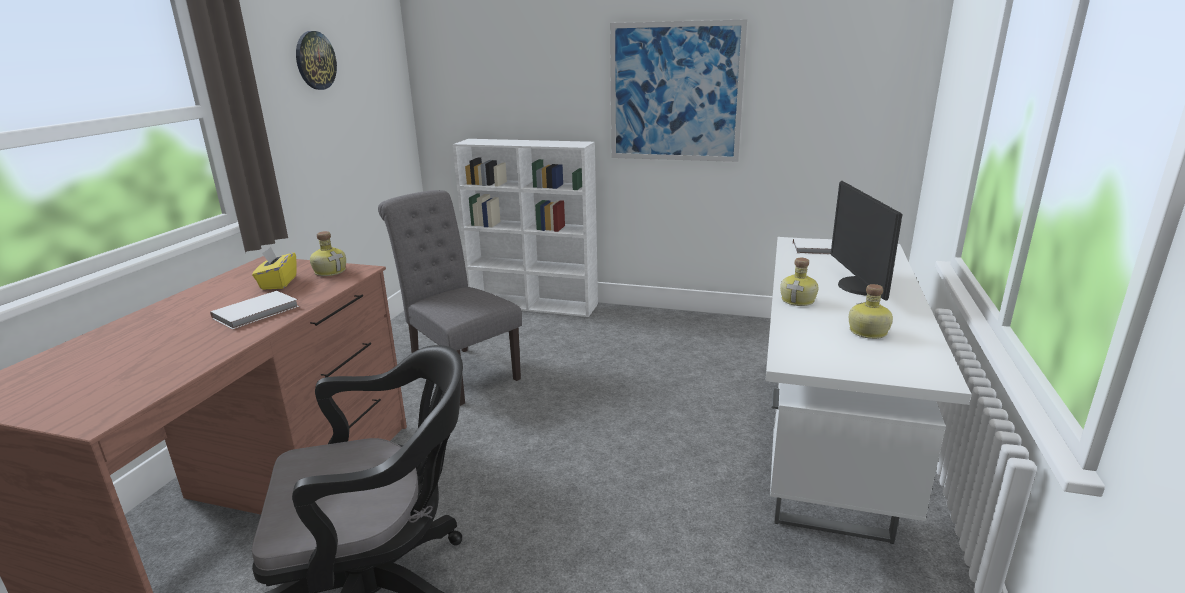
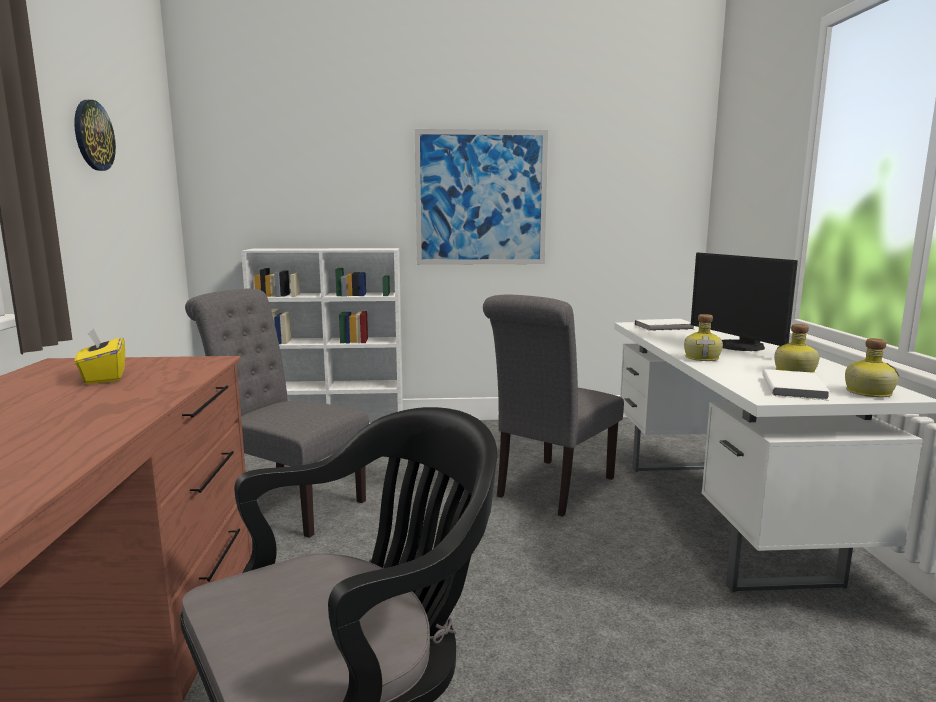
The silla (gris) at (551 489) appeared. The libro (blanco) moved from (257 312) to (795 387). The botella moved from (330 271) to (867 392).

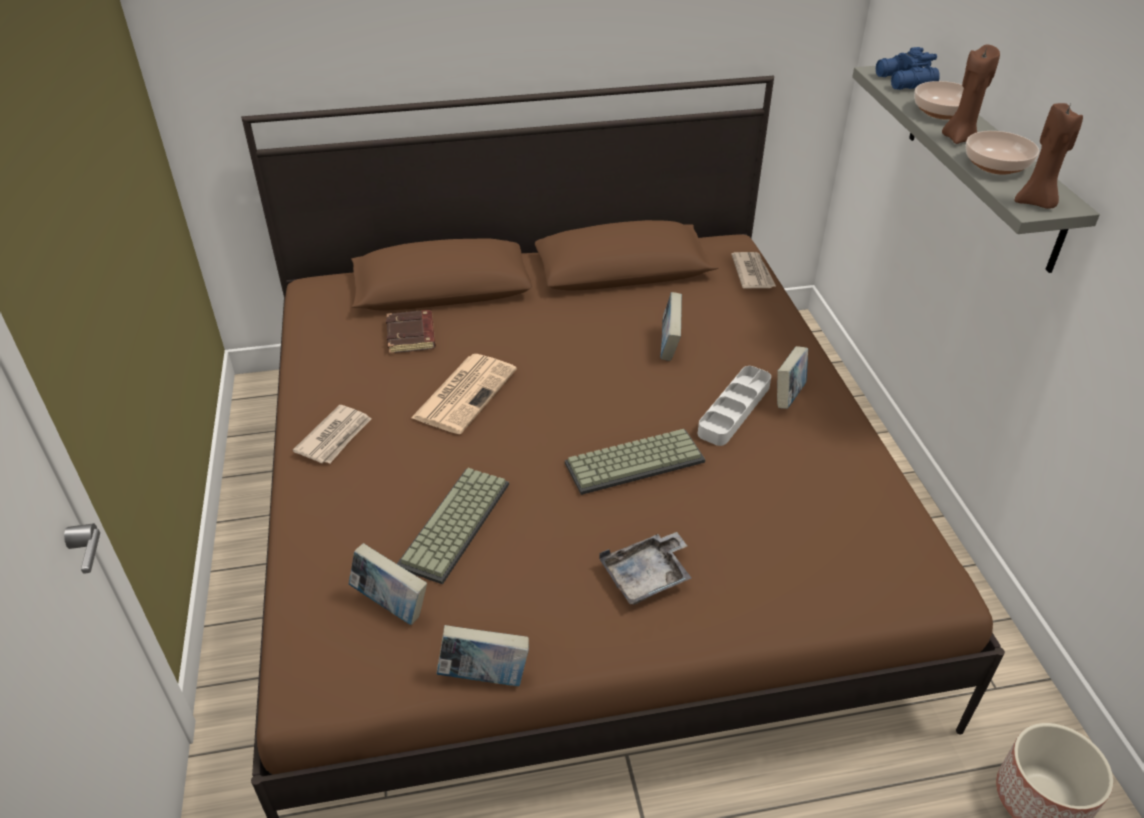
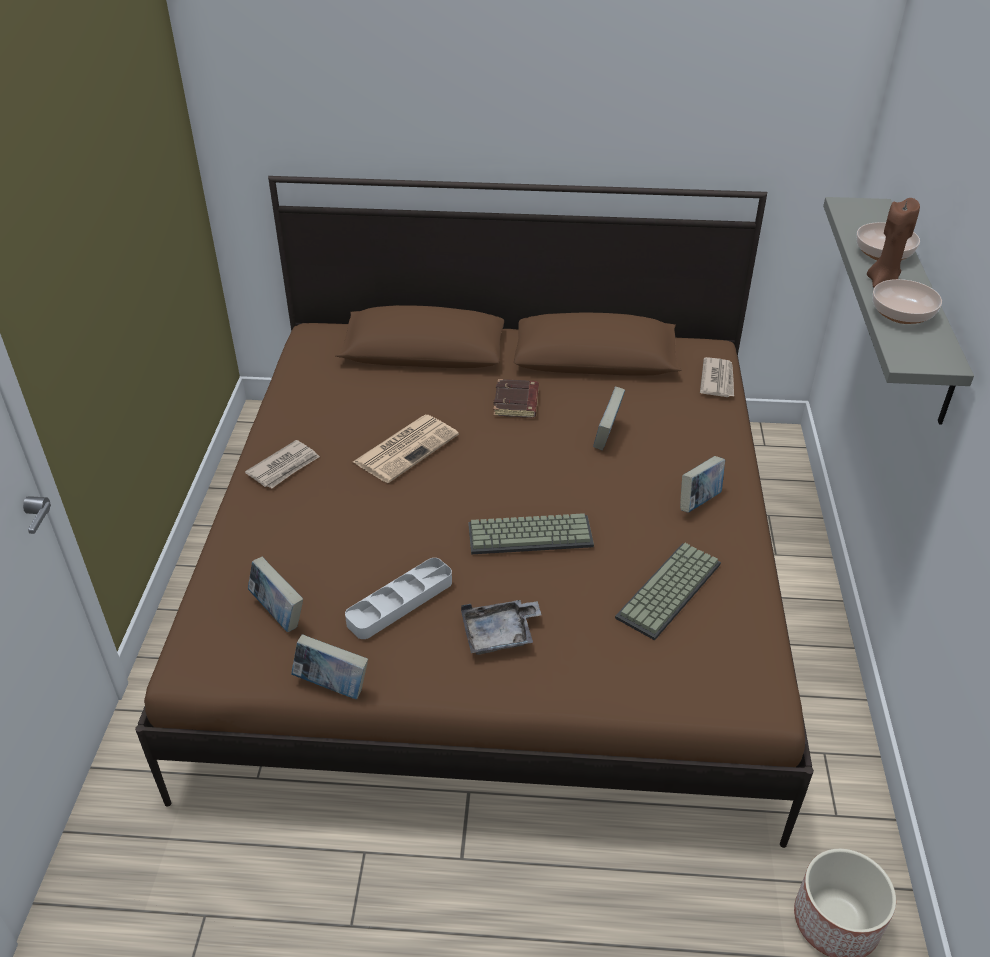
The prismáticos (azul) at (904 82) disappeared. The vela (marrón) at (1036 203) disappeared. The libro (marrón) moved from (412 336) to (517 403). The teclado moved from (456 526) to (670 592). The bandeja (gris) moved from (734 410) to (400 602).

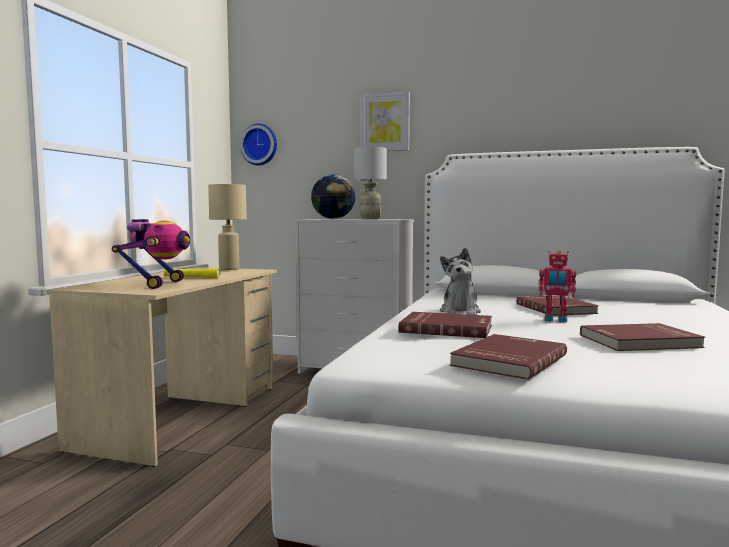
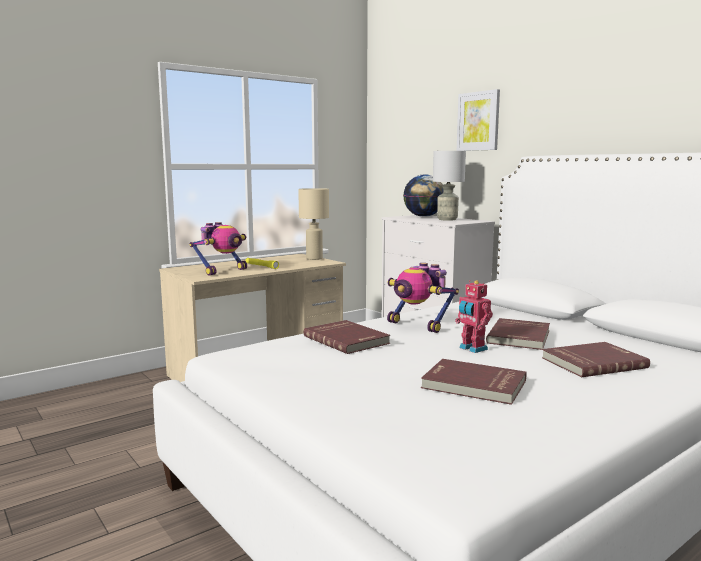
The reloj de pared at (260 145) disappeared. The libro (rojo) moved from (507 360) to (592 362). The peluche at (460 312) was replaced by the robot de juguete at (418 325).

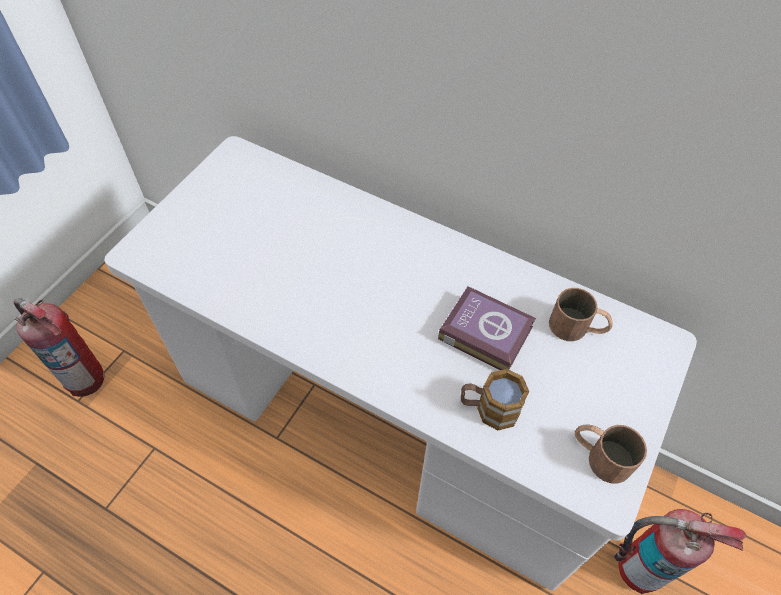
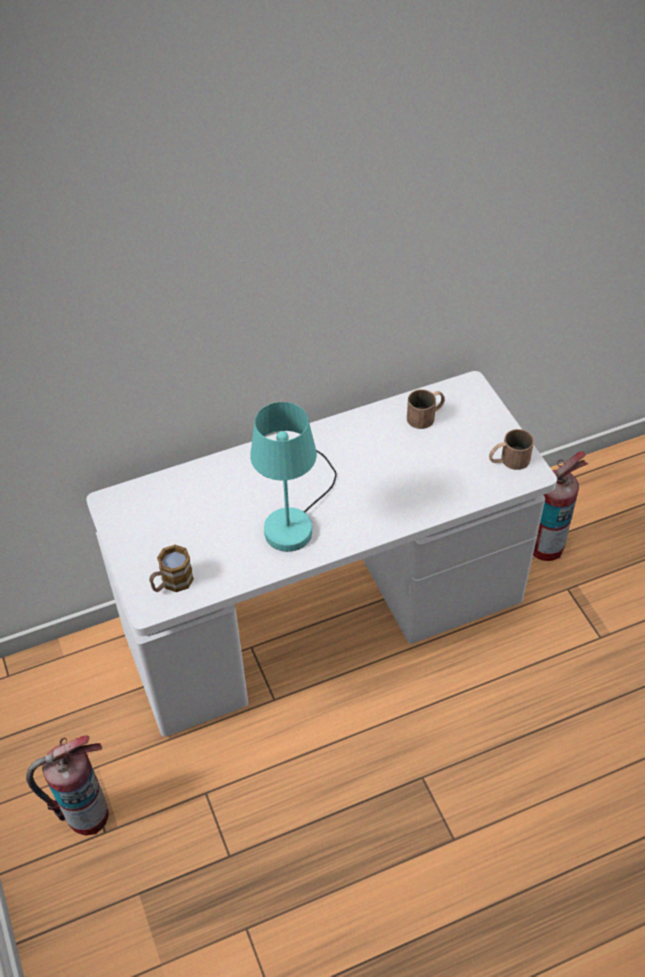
The libro at (484 331) disappeared. The lámpara de mesa (turquesa) at (295 520) appeared. The taza grande moved from (488 409) to (172 583).

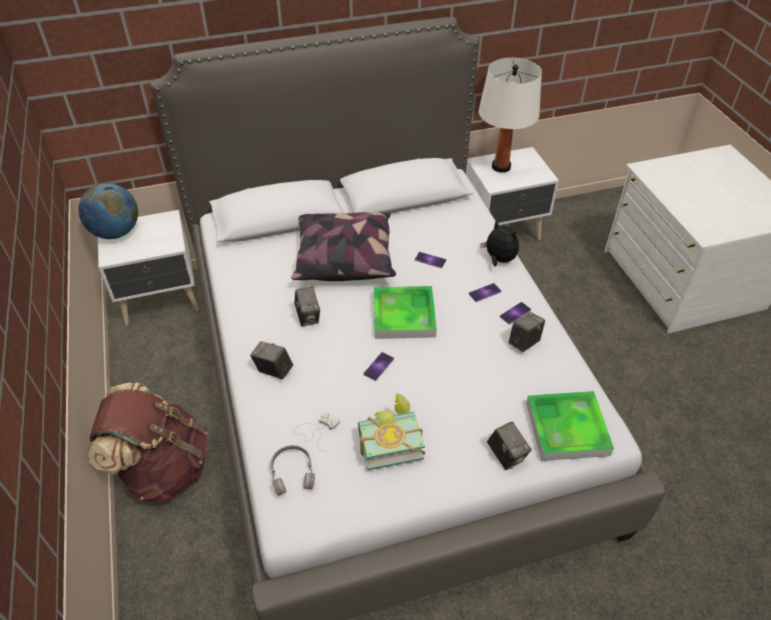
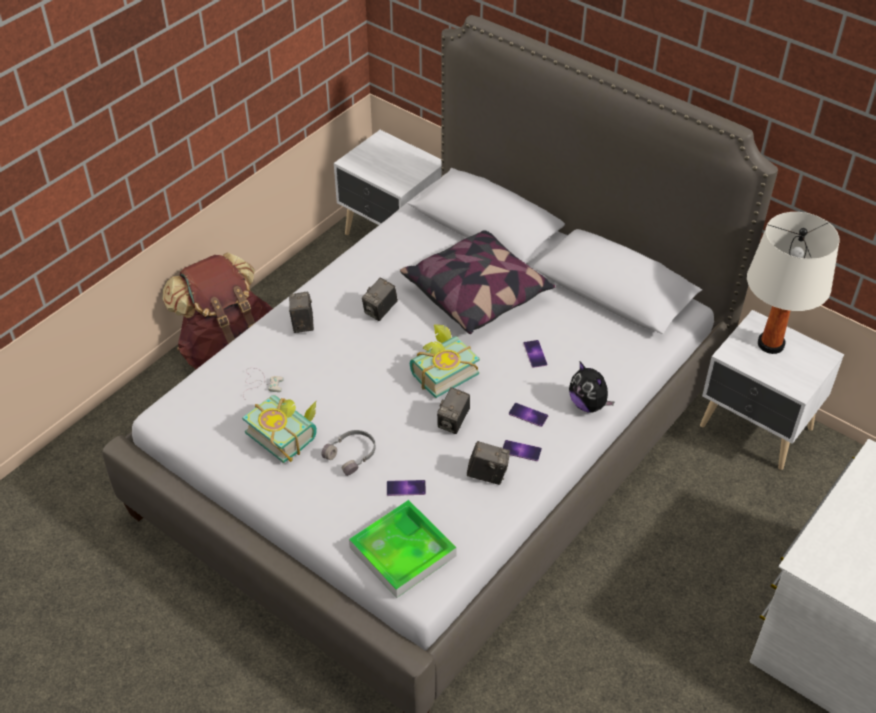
The globo terráqueo at (116 232) disappeared. The auriculares (gris) moved from (293 472) to (352 455). The móvil moved from (378 366) to (406 488). The cámara moved from (506 455) to (453 422). The bandeja at (404 315) was replaced by the libro at (440 371). The peluche at (499 260) turned 135 degrees clockwise.

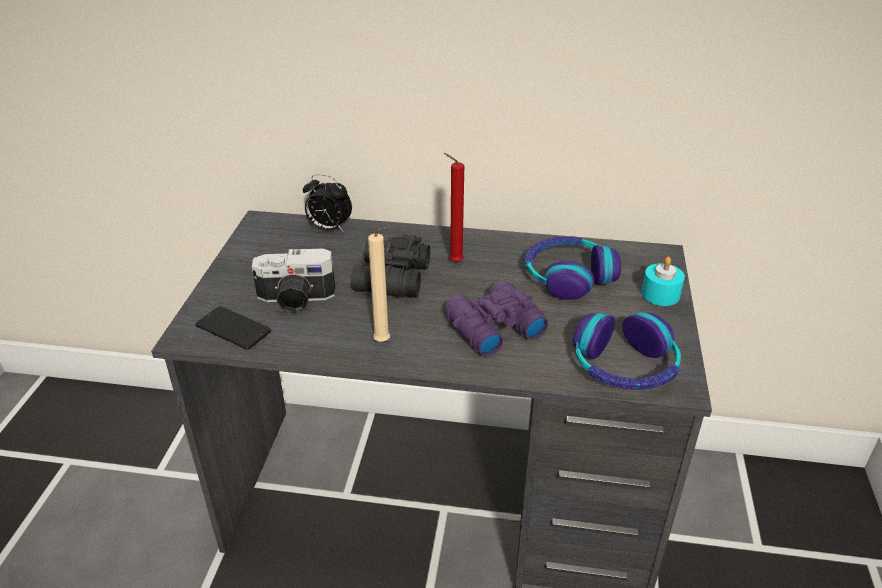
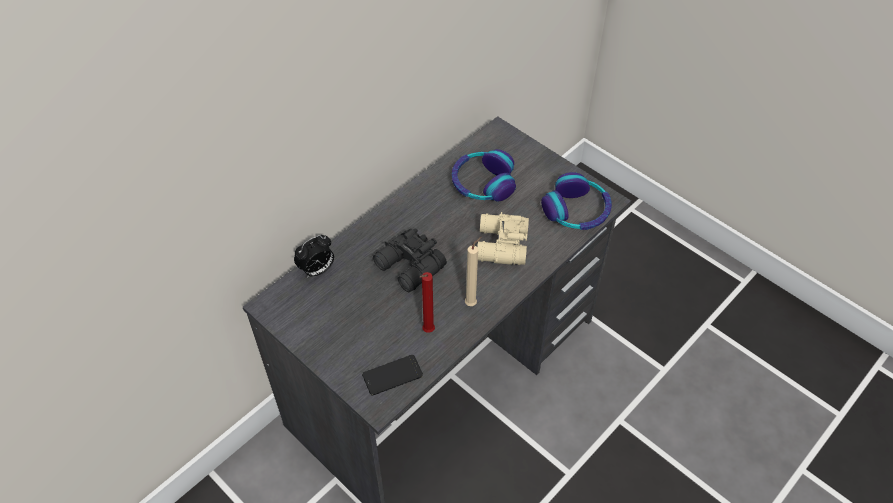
The cámara at (295 300) disappeared. The vela (turquesa) at (660 294) disappeared. The vela (rojo) moved from (453 262) to (427 331). The prismáticos (morado) at (492 327) became the prismáticos (beis) at (500 246).

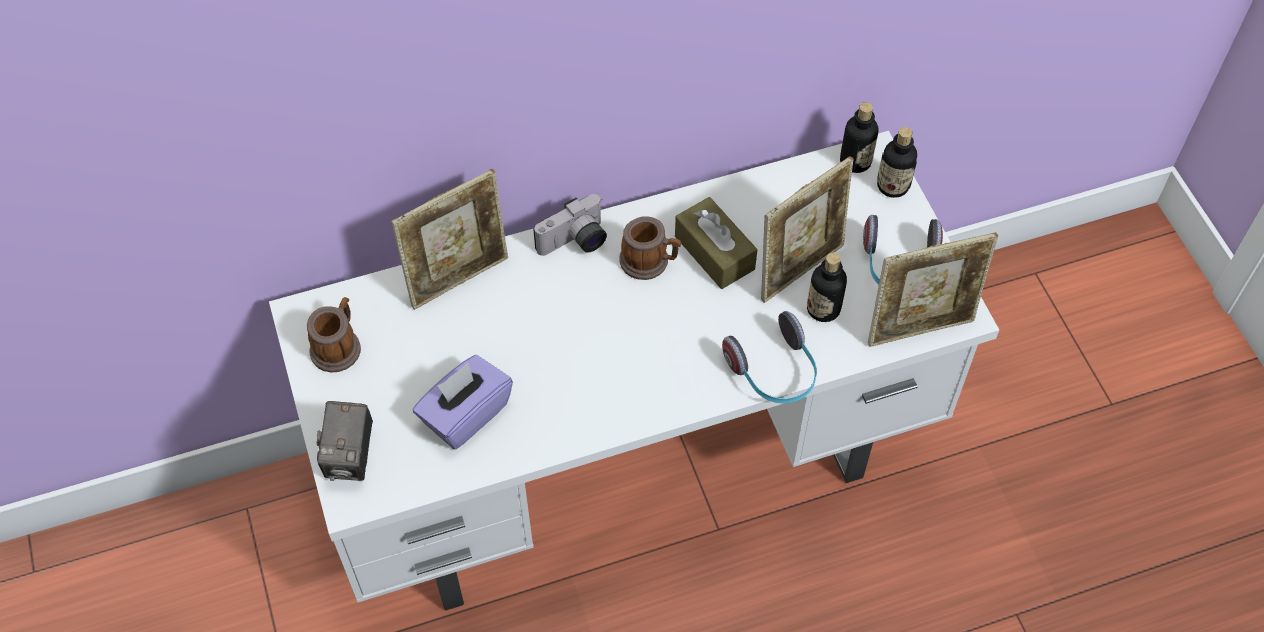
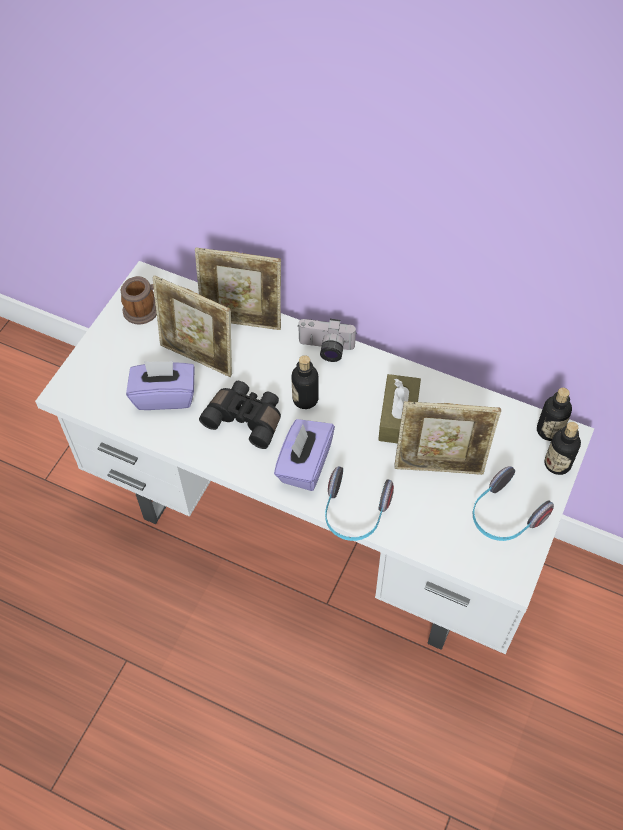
The cámara at (351 457) disappeared. The taza grande at (649 261) disappeared. The prismáticos (negro) at (246 418) appeared. The caja de pañuelos (morado) at (304 465) appeared. The botella moved from (823 309) to (305 399). The portarretratos moved from (920 328) to (198 358).

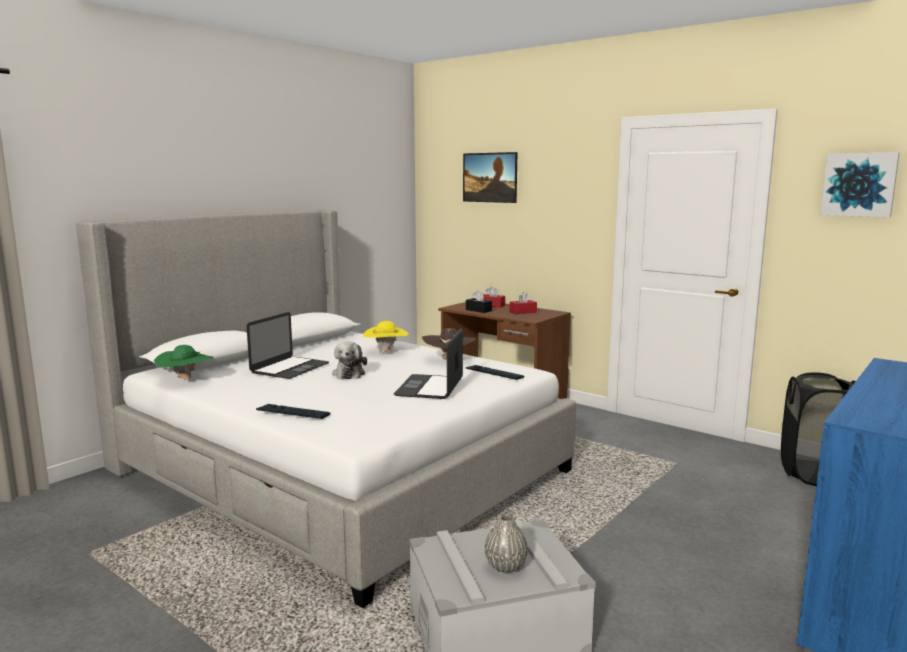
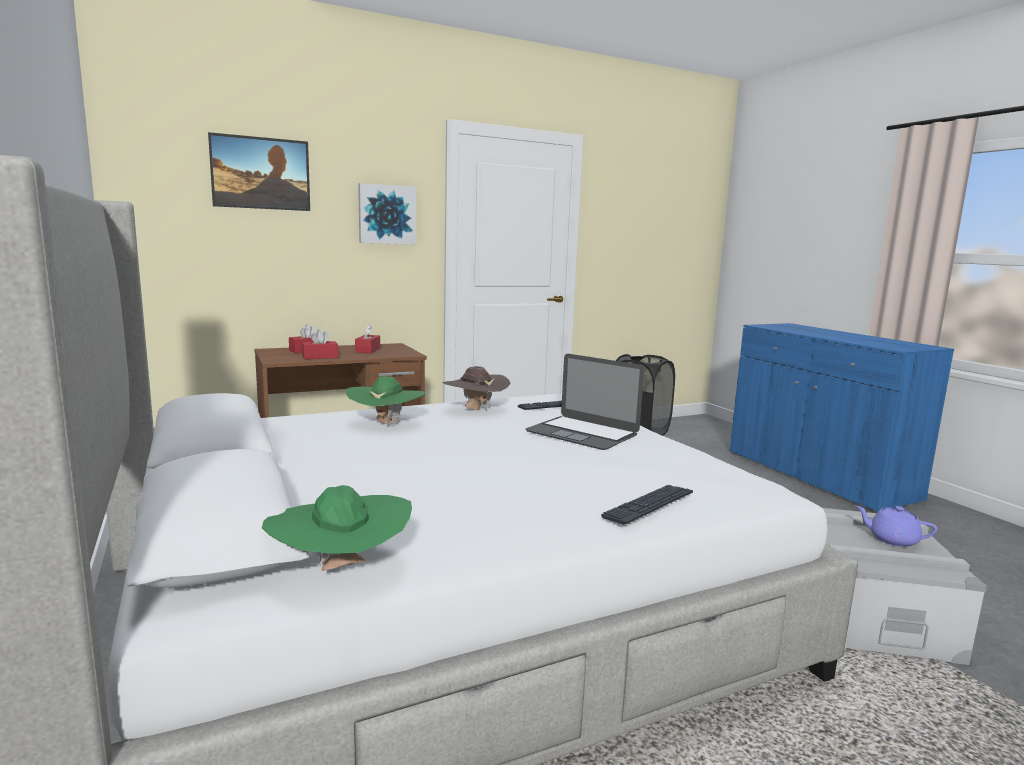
The portátil at (290 368) disappeared. The peluche at (349 373) disappeared. The cuadro moved from (859 184) to (387 214). The florero (gris) at (505 566) was replaced by the tetera (morado) at (892 539). The sombrero (amarillo) at (386 352) became the sombrero (verde) at (386 424). The caja de pañuelos (negro) at (478 310) became the caja de pañuelos (rojo) at (320 357).

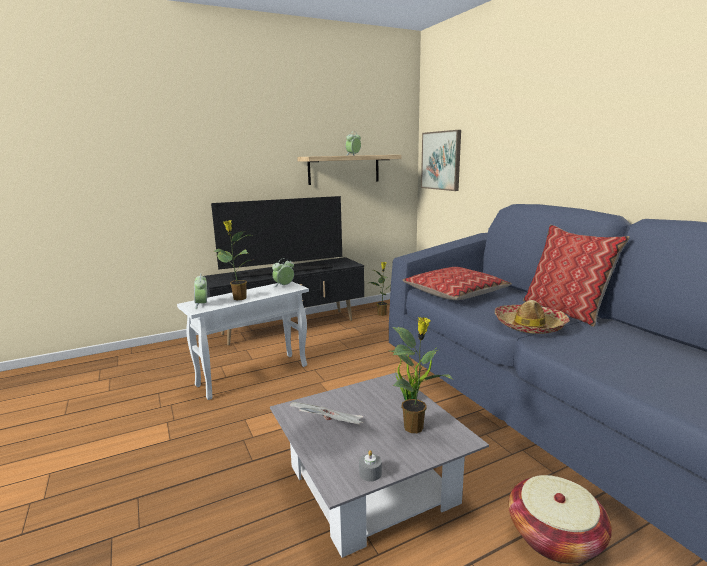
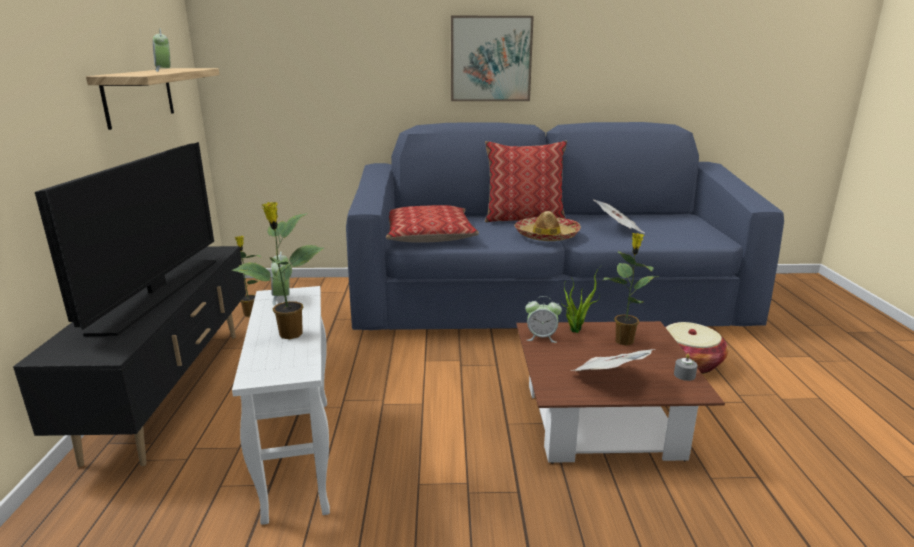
The periódico at (618 230) appeared. The despertador moved from (202 305) to (541 337). The cuadro moved from (441 160) to (490 59). The mesa de centro (gris) at (371 484) became the mesa de centro (marrón) at (601 420).

